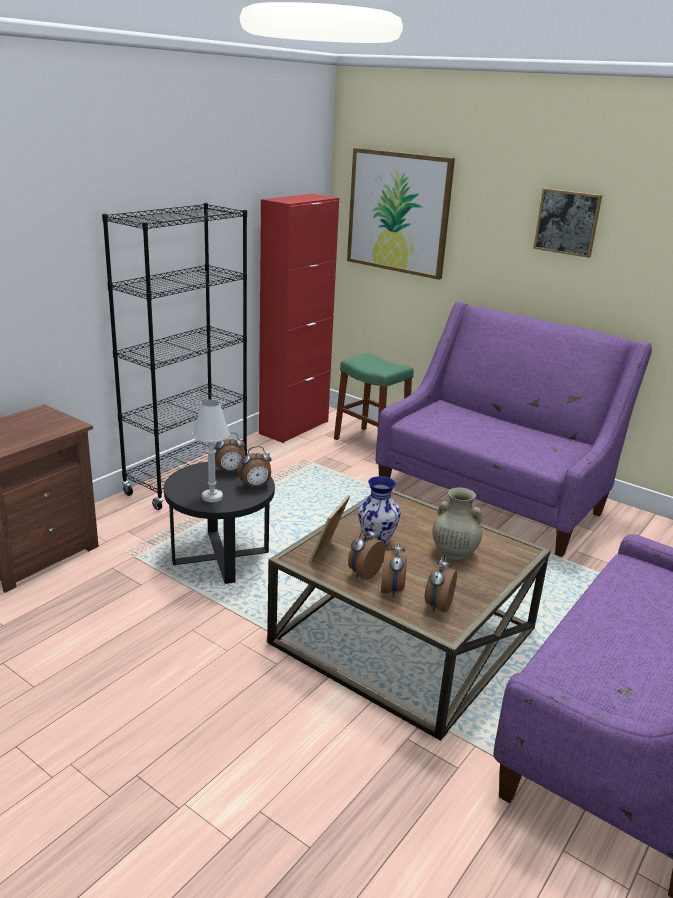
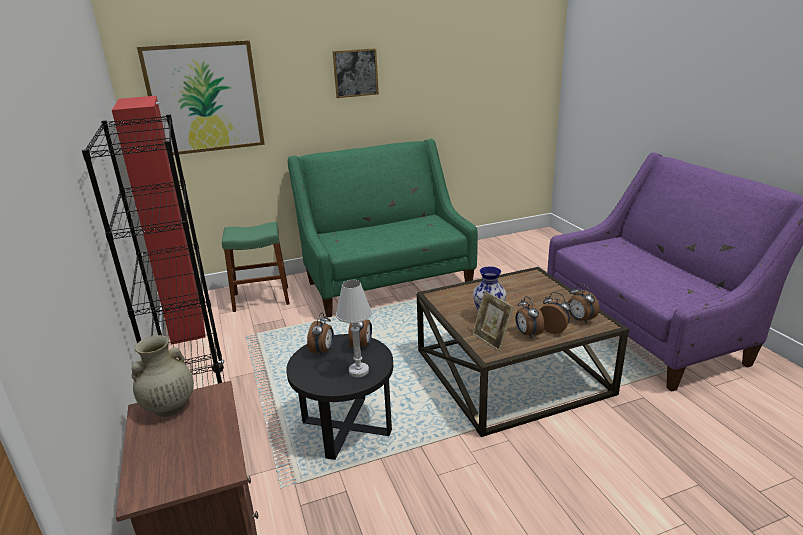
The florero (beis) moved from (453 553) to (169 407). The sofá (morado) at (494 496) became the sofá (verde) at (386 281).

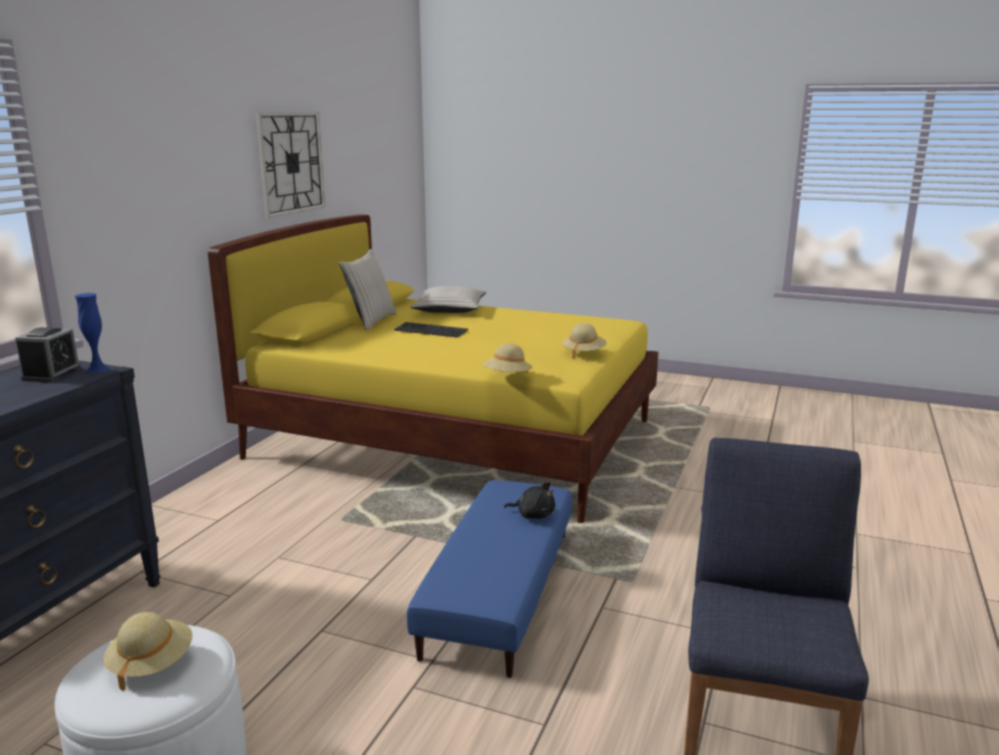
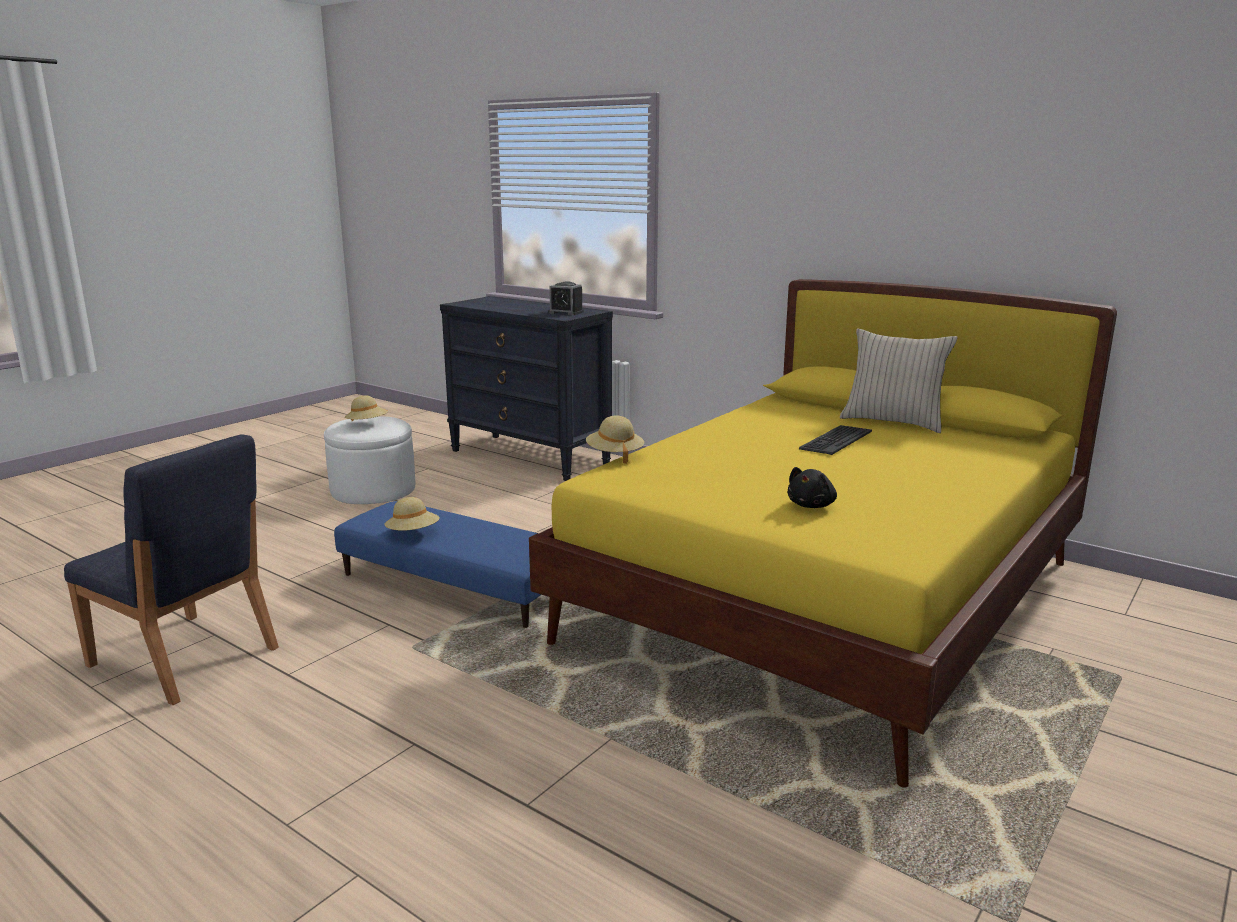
The florero (azul) at (97 369) disappeared. The reloj de pared at (291 163) disappeared. The cojín (beis) at (449 309) disappeared. The peluche (negro) moved from (533 515) to (812 505). The sombrero (beis) moved from (583 353) to (413 533).

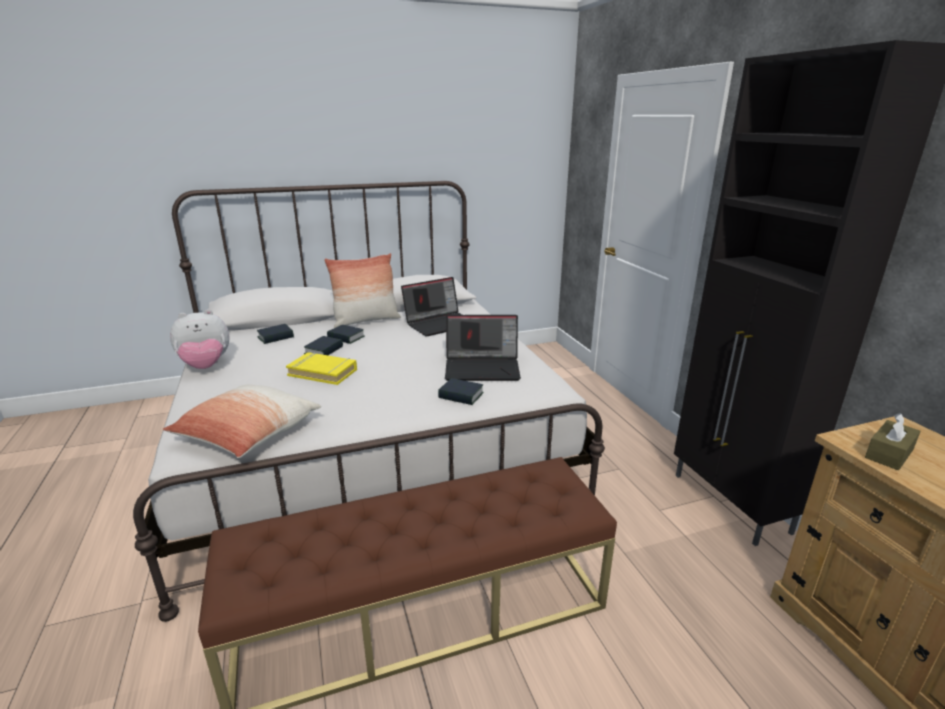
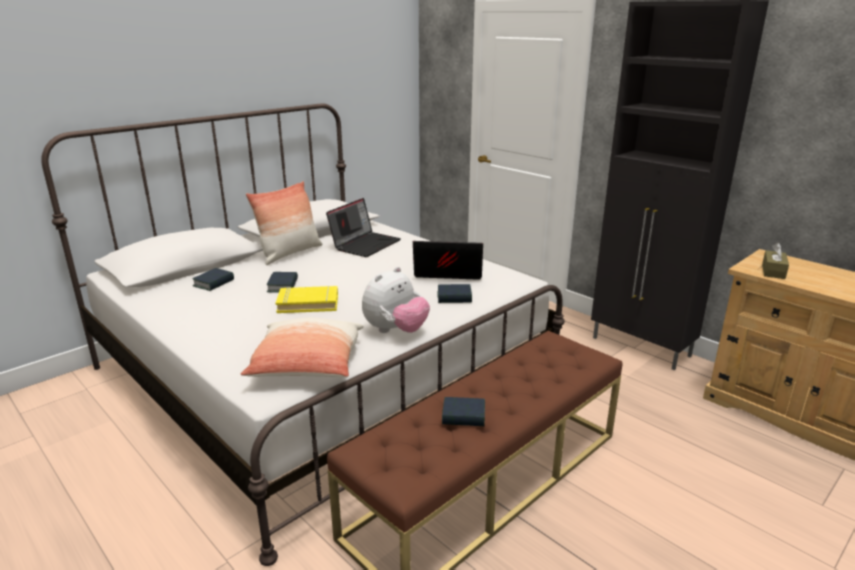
The peluche moved from (206 366) to (395 331). The libro moved from (346 337) to (463 416). The portátil at (483 368) turned 150 degrees counterclockwise.

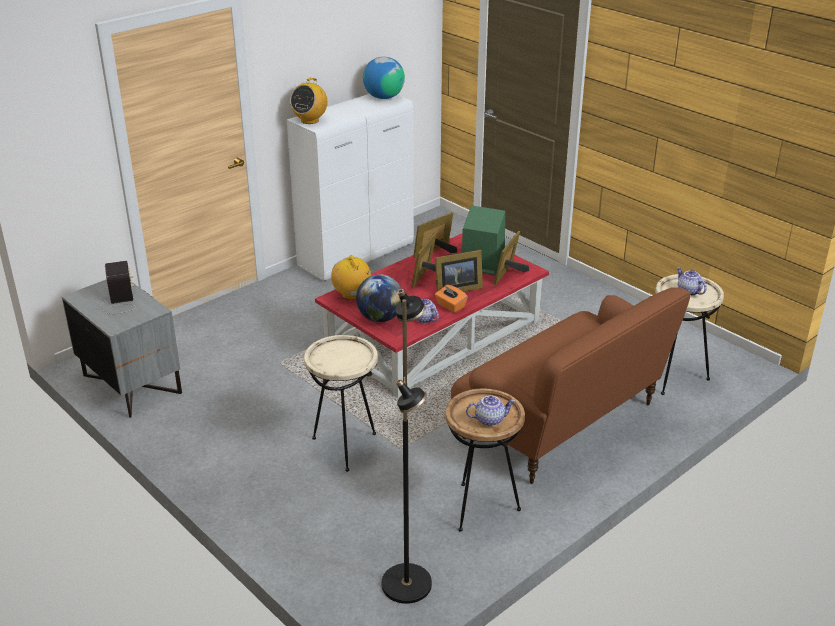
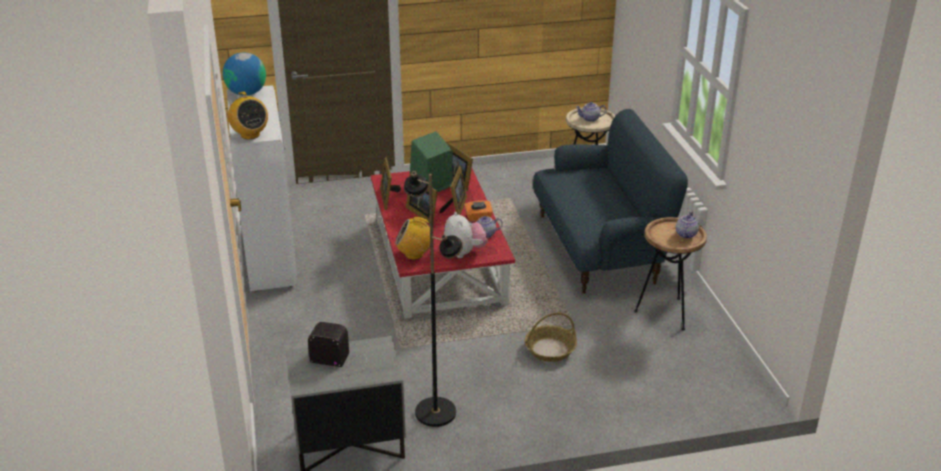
The lámpara de pie (negro) moved from (407 584) to (436 412). The mesa auxiliar (beis) at (345 447) was replaced by the cesta at (550 349). The globo terráqueo at (380 318) was replaced by the peluche at (464 252). The sofá (marrón) at (562 423) became the sofá (azul) at (599 248).

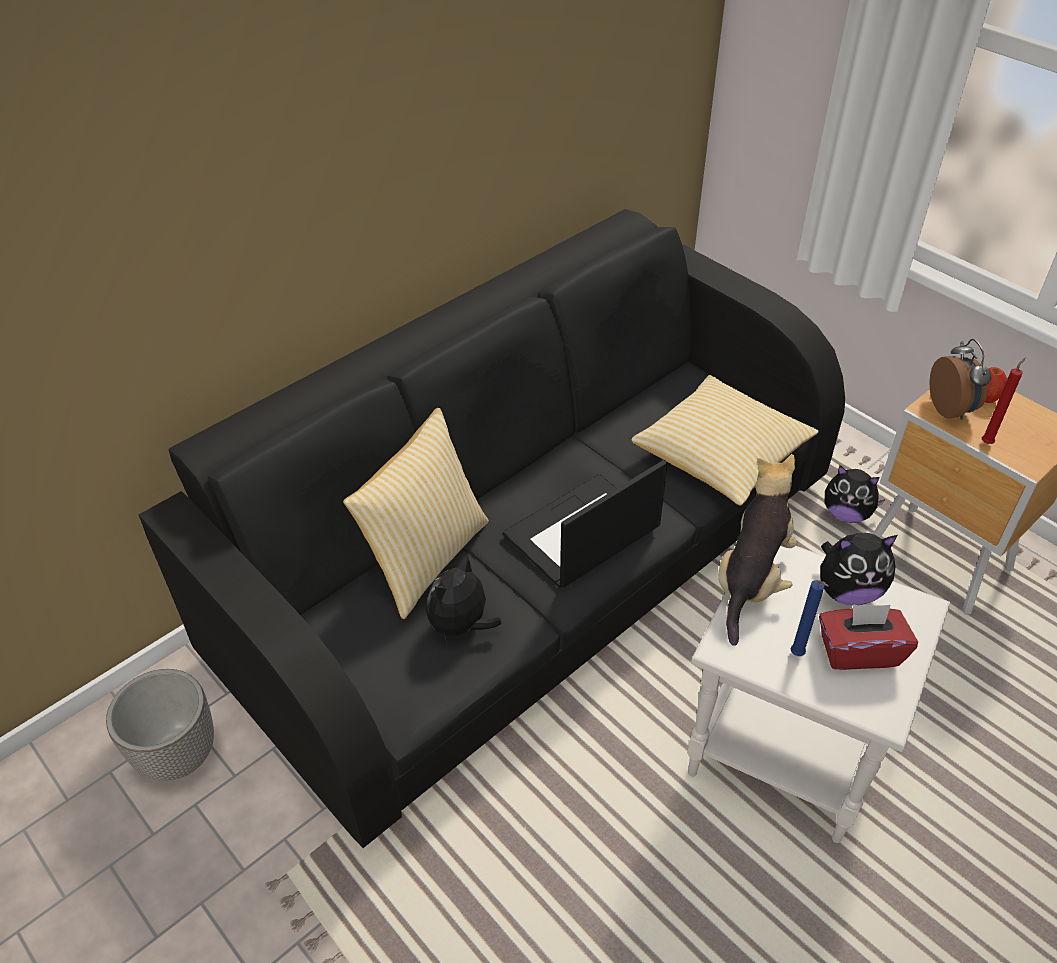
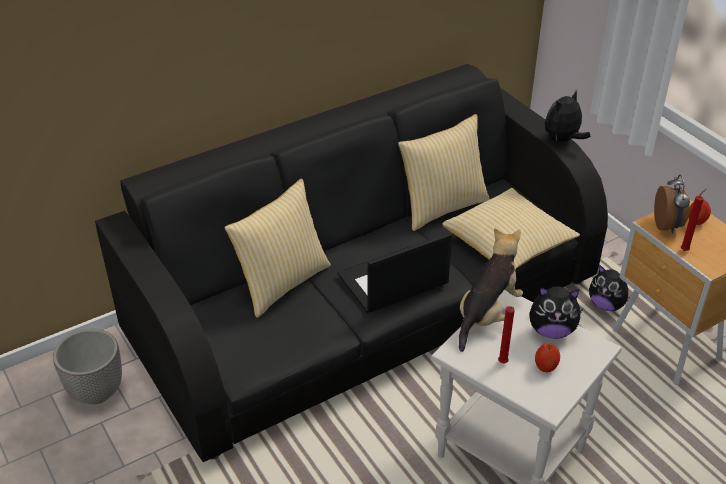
The cojín at (442 206) appeared. The peluche moved from (461 626) to (562 140). The caja de pañuelos (rojo) at (858 651) was replaced by the manzana at (545 367). The vela (azul) at (798 656) became the vela (rojo) at (503 364).

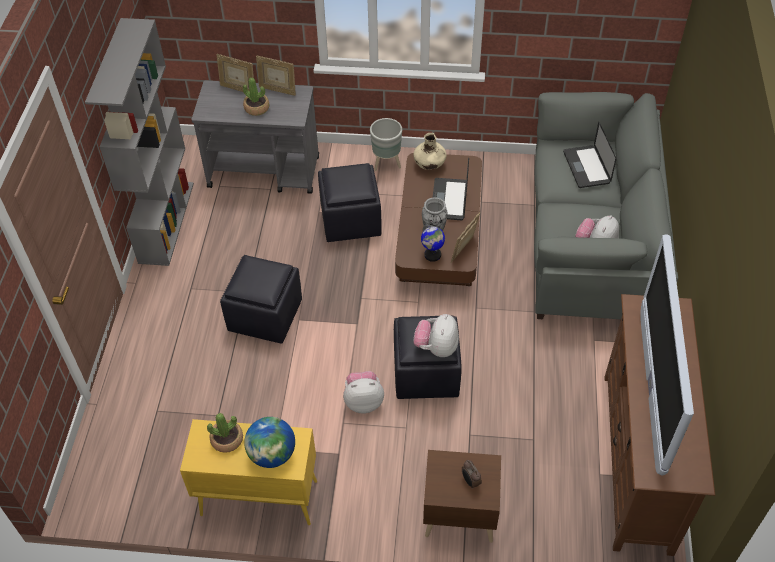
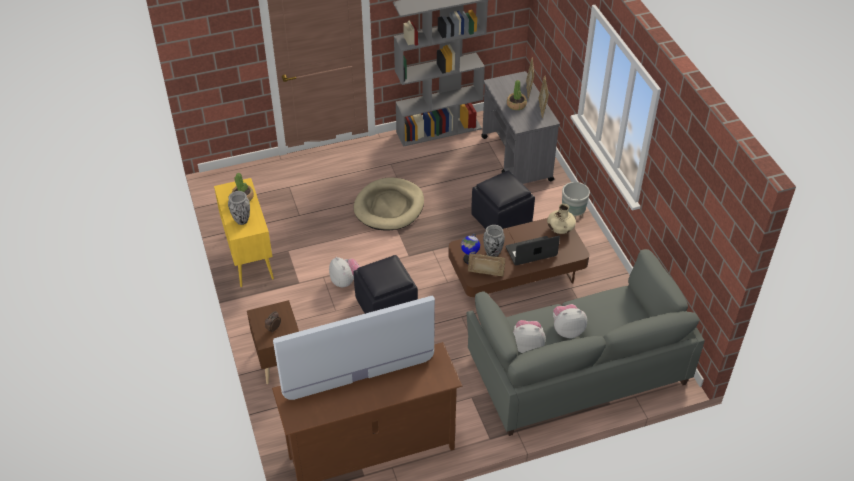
The portátil at (586 167) disappeared. The peluche moved from (436 347) to (567 330). The puf (negro) at (265 315) was replaced by the cama para perro (beis) at (389 207). The globo terráqueo at (272 454) was replaced by the florero at (241 220).

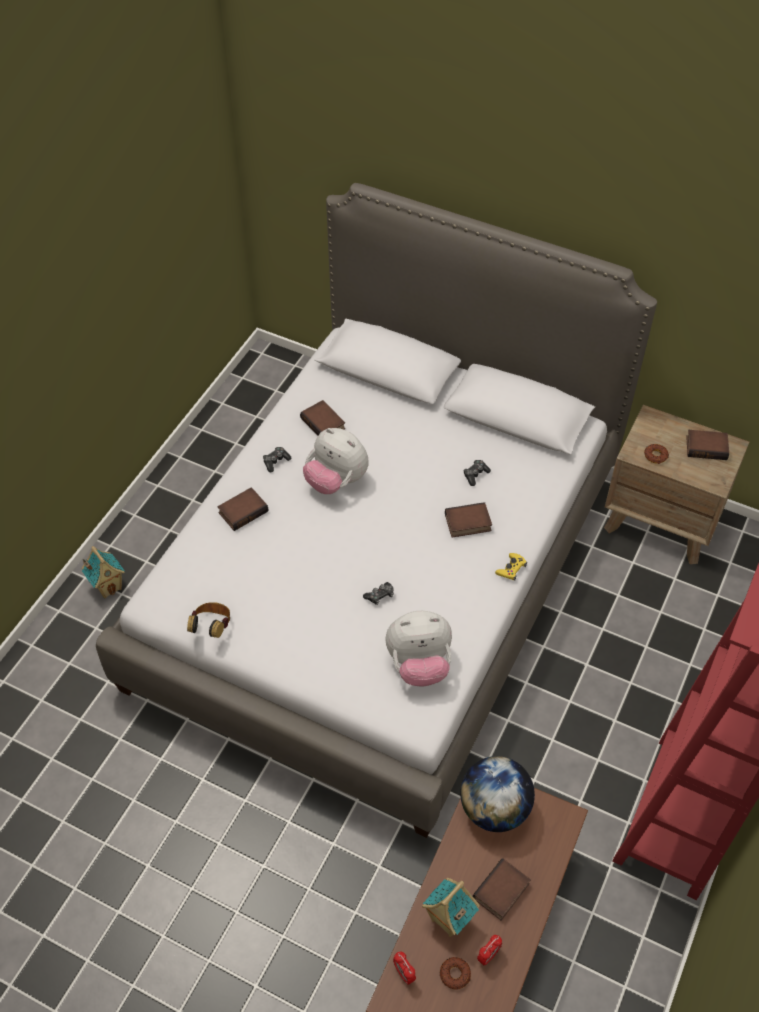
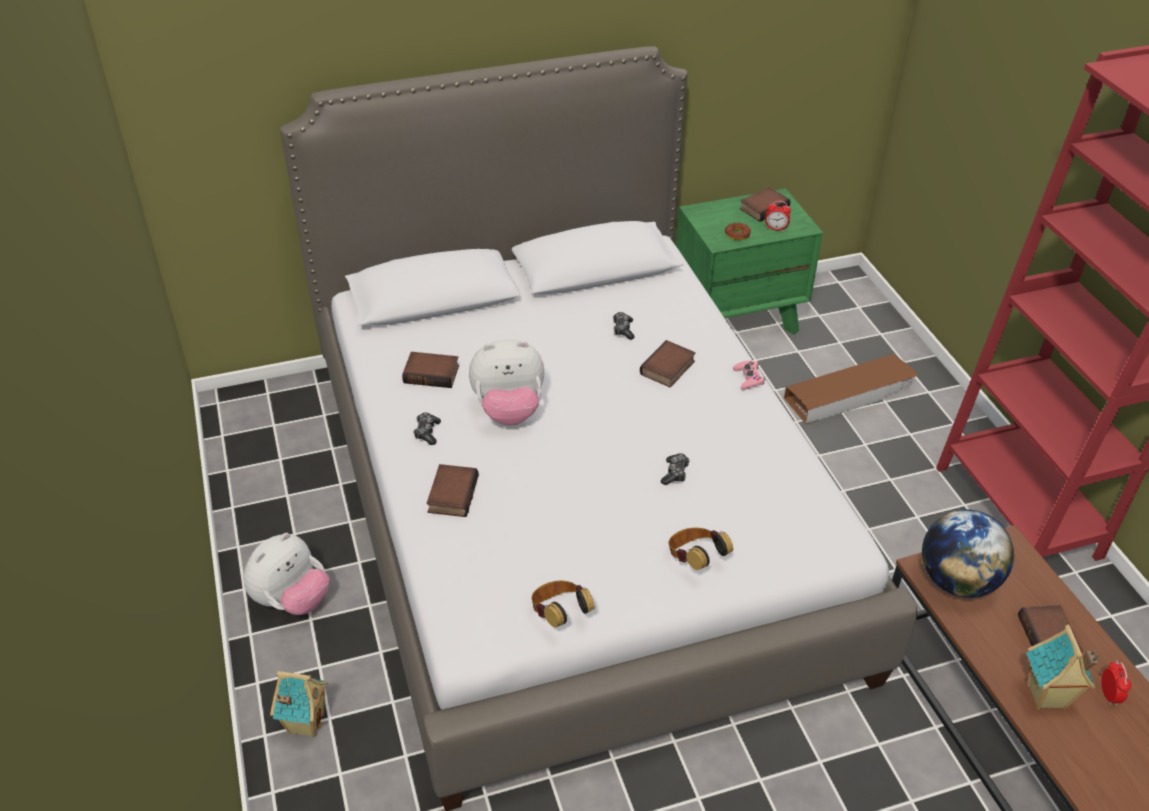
The rosquilla at (455 974) disappeared. The auriculares at (695 559) appeared. The caja de almacenaje (marrón) at (849 394) appeared. The peluche moved from (419 664) to (292 600). The despertador moved from (404 973) to (776 228). The mando de consola (amarillo) at (511 569) became the mando de consola (rosa) at (748 378). The mesita de noche (marrón) at (661 521) became the mesita de noche (verde) at (737 318).

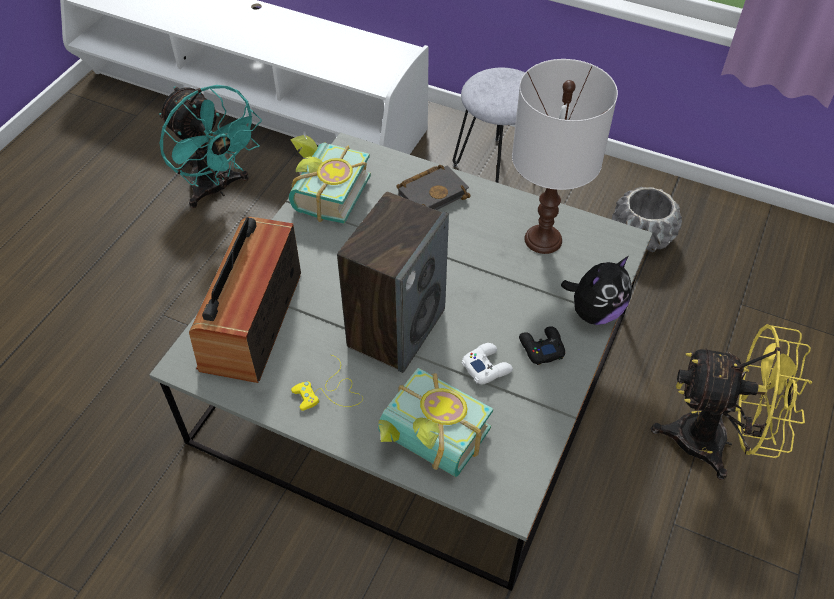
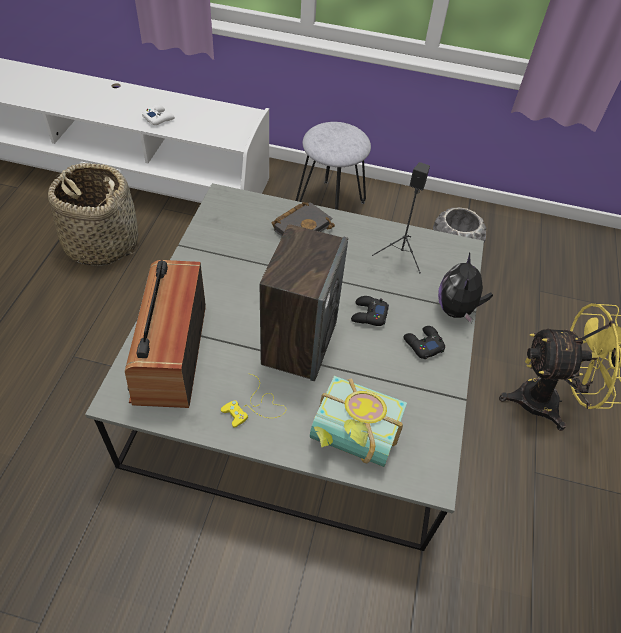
The libro at (324 194) disappeared. The mando de consola (negro) at (368 315) appeared. The mando de consola (blanco) moved from (486 367) to (158 118). The ventilador (turquesa) at (217 189) was replaced by the cesta at (101 243). The lámpara de mesa (blanco) at (544 239) was replaced by the altavoz (negro) at (401 255). The peluche at (594 312) turned 150 degrees clockwise.

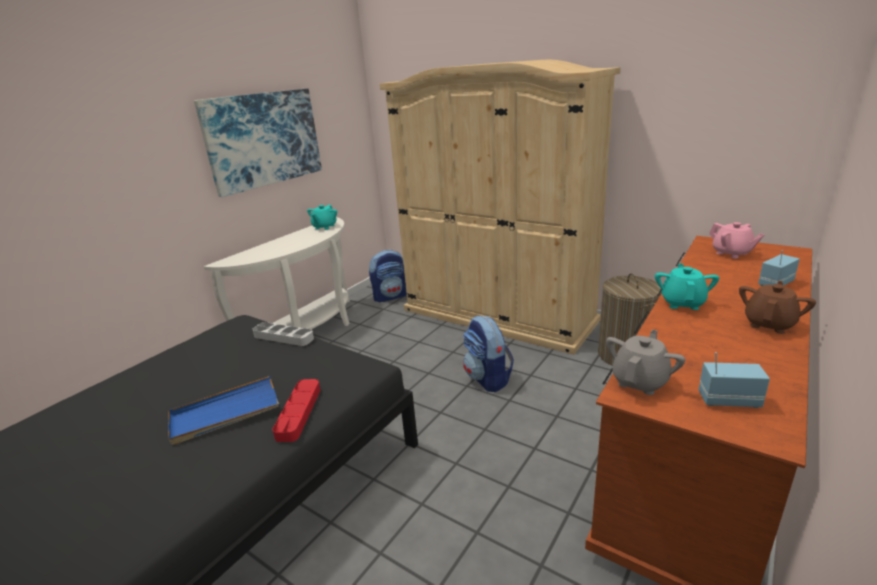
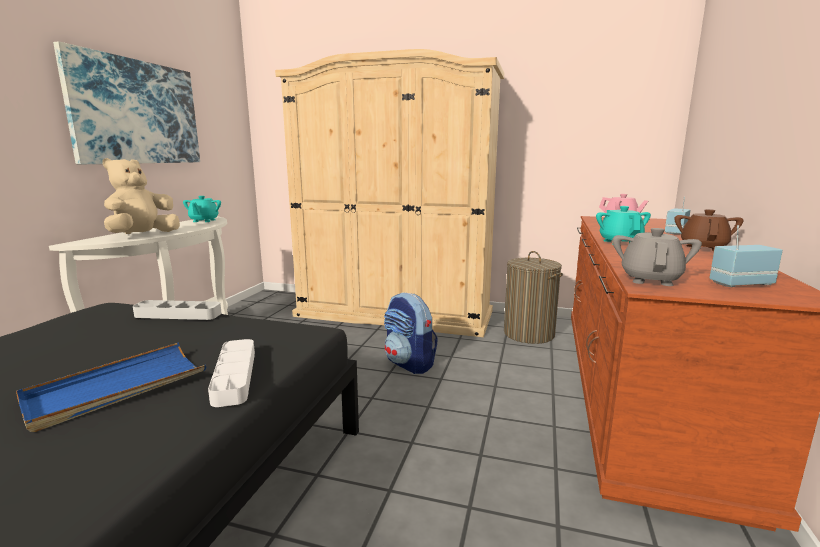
The mochila at (391 296) disappeared. The peluche (beis) at (143 235) appeared. The bandeja (rojo) at (299 412) became the bandeja (blanco) at (234 376).

